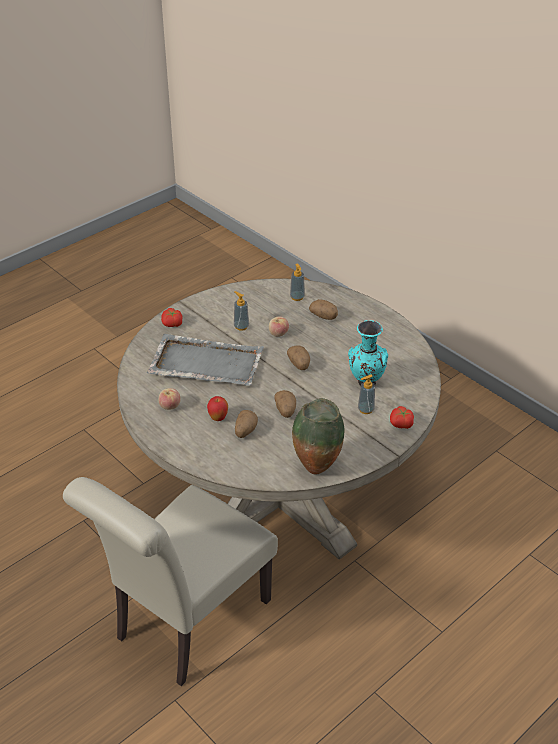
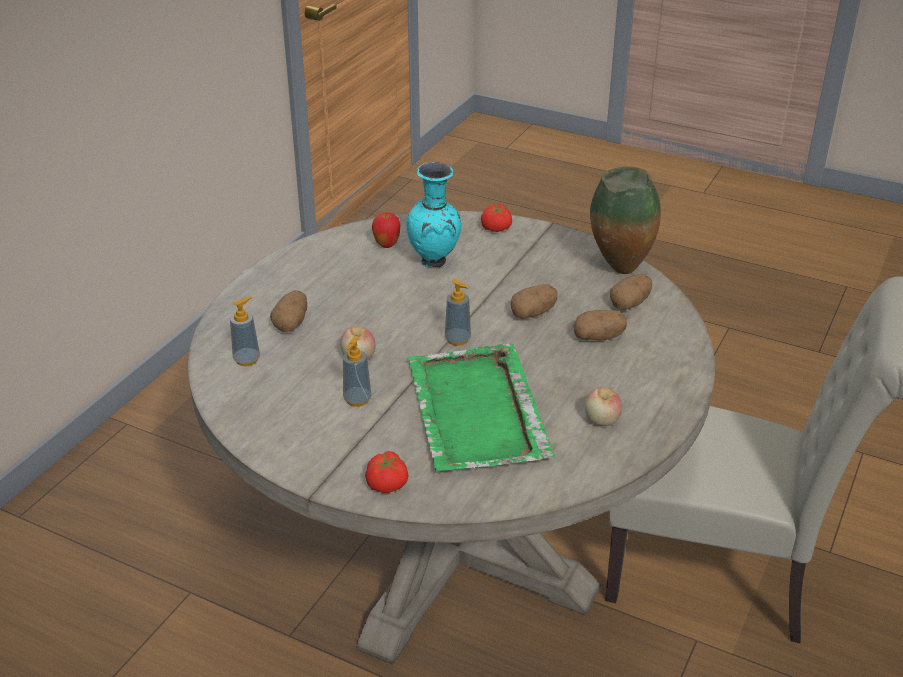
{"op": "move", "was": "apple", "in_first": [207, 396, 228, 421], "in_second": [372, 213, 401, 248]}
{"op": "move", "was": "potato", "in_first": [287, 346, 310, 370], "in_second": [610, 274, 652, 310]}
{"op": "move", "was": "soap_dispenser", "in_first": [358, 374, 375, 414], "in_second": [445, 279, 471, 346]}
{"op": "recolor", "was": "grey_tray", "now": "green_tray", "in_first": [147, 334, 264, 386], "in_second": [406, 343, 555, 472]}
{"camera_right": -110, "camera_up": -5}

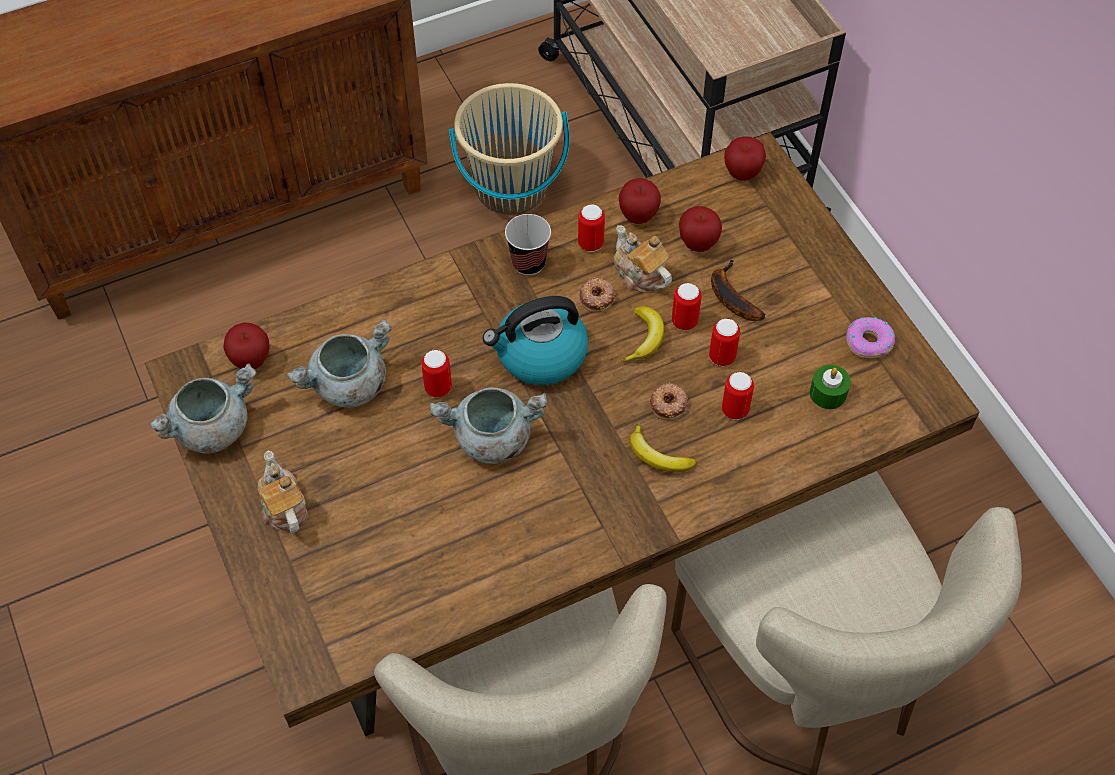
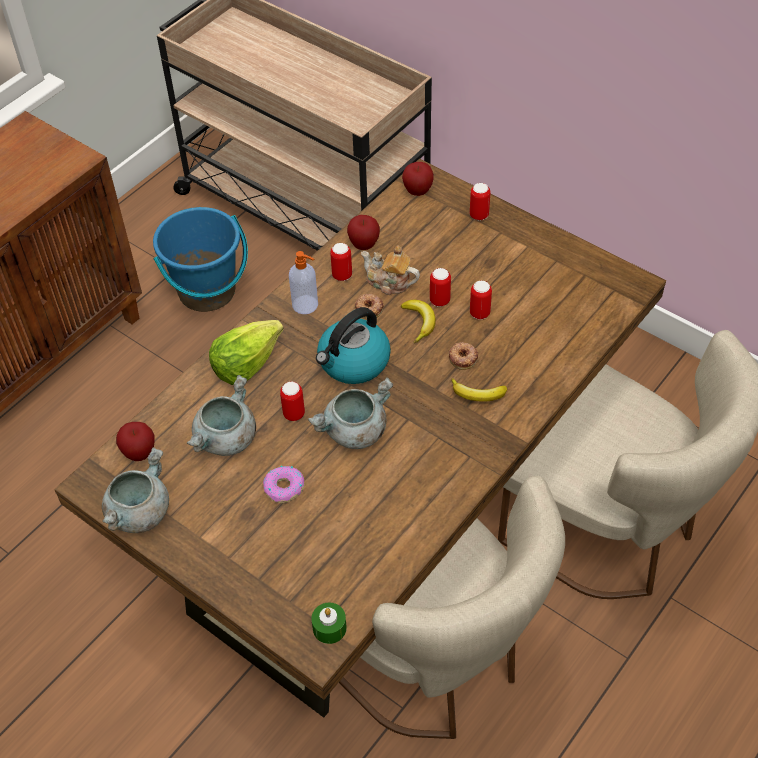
{"op": "delete", "was": "teapot", "in_first": [257, 450, 308, 533]}
{"op": "delete", "was": "apple", "in_first": [679, 206, 722, 252]}
{"op": "delete", "was": "banana", "in_first": [711, 259, 765, 321]}
{"op": "insert", "now": "lettuce", "in_second": [209, 320, 284, 385]}
{"op": "move", "was": "can", "in_first": [722, 372, 754, 420], "in_second": [470, 183, 490, 220]}
{"op": "move", "was": "green_candle", "in_first": [810, 365, 851, 409], "in_second": [311, 603, 347, 644]}
{"op": "move", "was": "donut", "in_first": [846, 317, 895, 358], "in_second": [263, 466, 305, 503]}
{"op": "replace", "was": "cup", "now": "soap_dispenser", "in_first": [505, 214, 551, 276], "in_second": [289, 251, 318, 314]}
{"op": "recolor", "was": "beige_bucket", "now": "blue_bucket", "in_first": [449, 83, 570, 215], "in_second": [153, 207, 248, 312]}
{"camera_right": -25, "camera_up": -5}

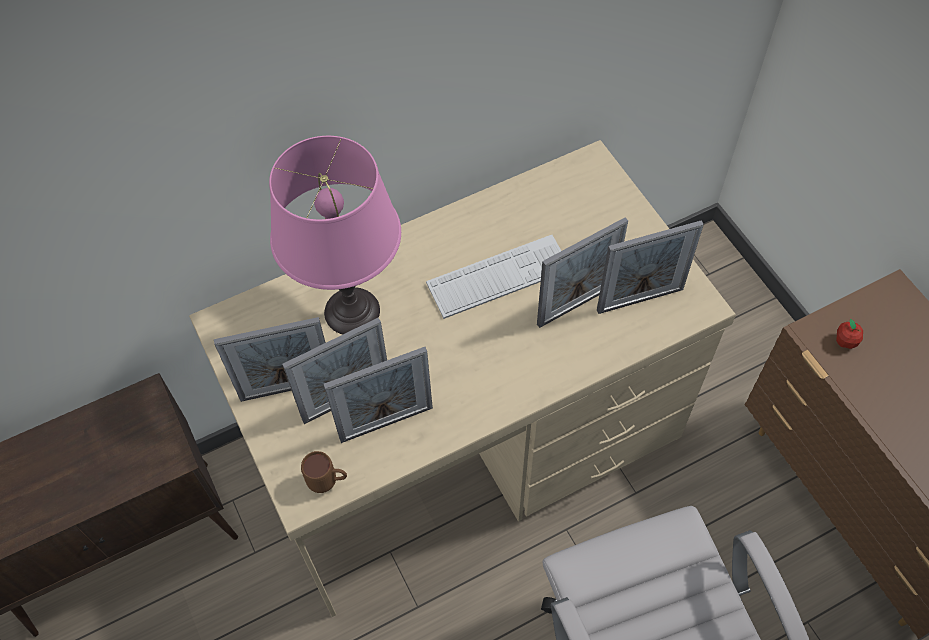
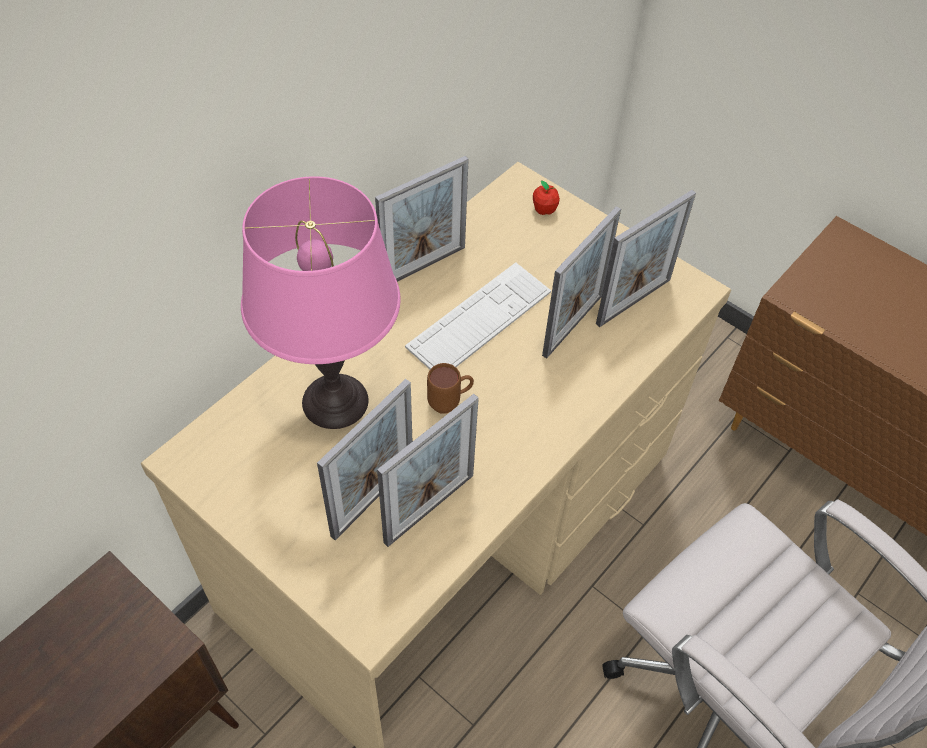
{"op": "move", "was": "picture_frame", "in_first": [214, 317, 326, 402], "in_second": [375, 156, 469, 282]}
{"op": "move", "was": "brown_mug", "in_first": [301, 451, 347, 493], "in_second": [427, 363, 474, 414]}
{"op": "move", "was": "apple", "in_first": [836, 319, 863, 349], "in_second": [533, 180, 560, 215]}
{"camera_right": -25, "camera_up": -5}

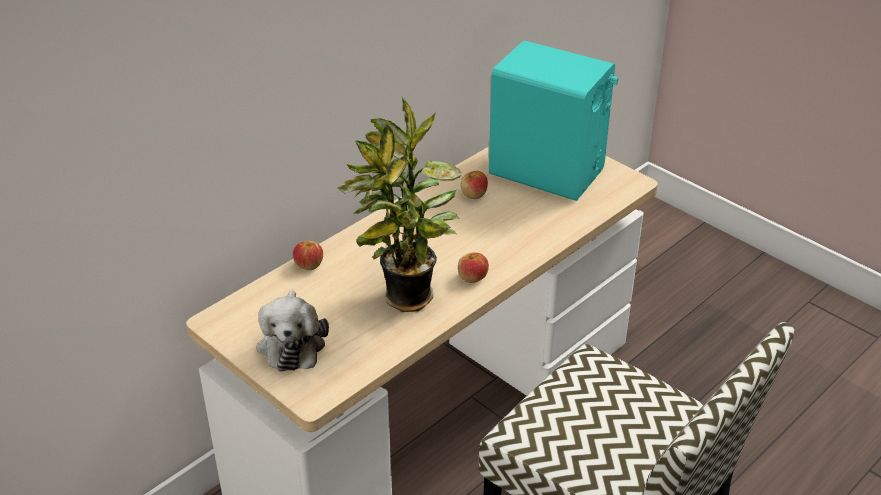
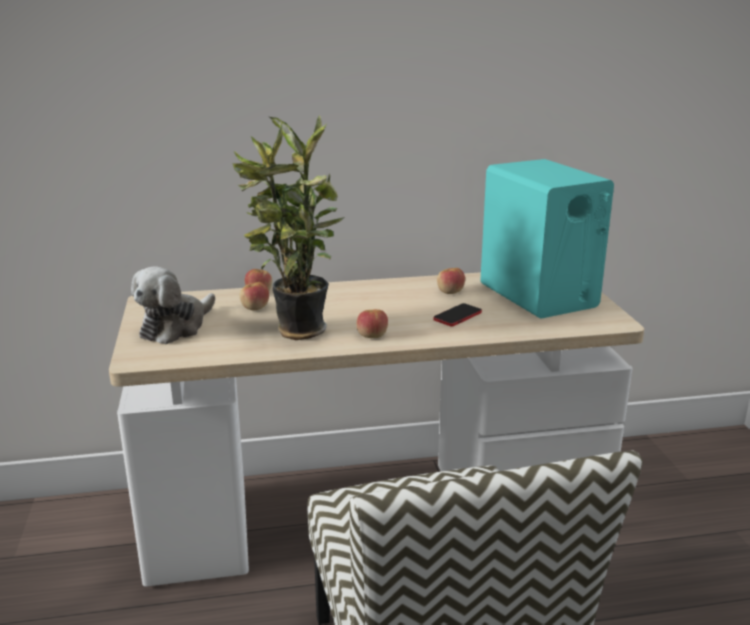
{"op": "insert", "now": "apple", "in_second": [240, 282, 269, 310]}
{"op": "insert", "now": "phone", "in_second": [433, 303, 482, 327]}
{"camera_right": 35, "camera_up": -15}

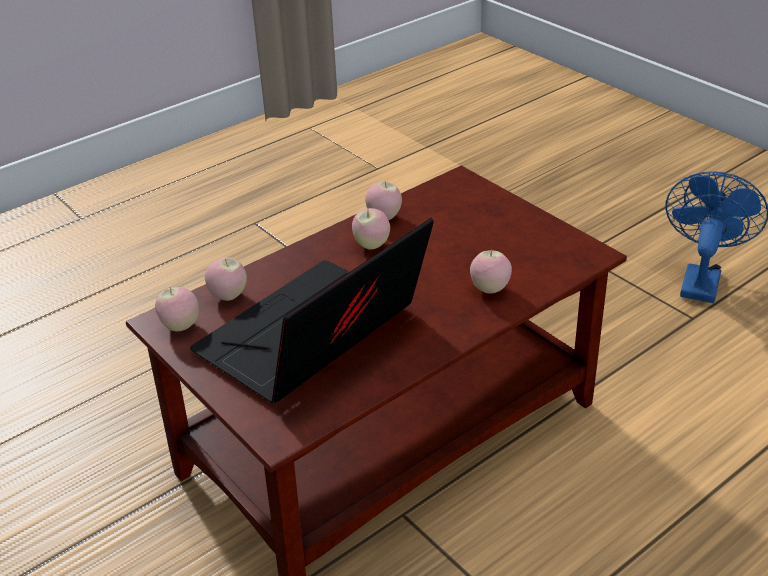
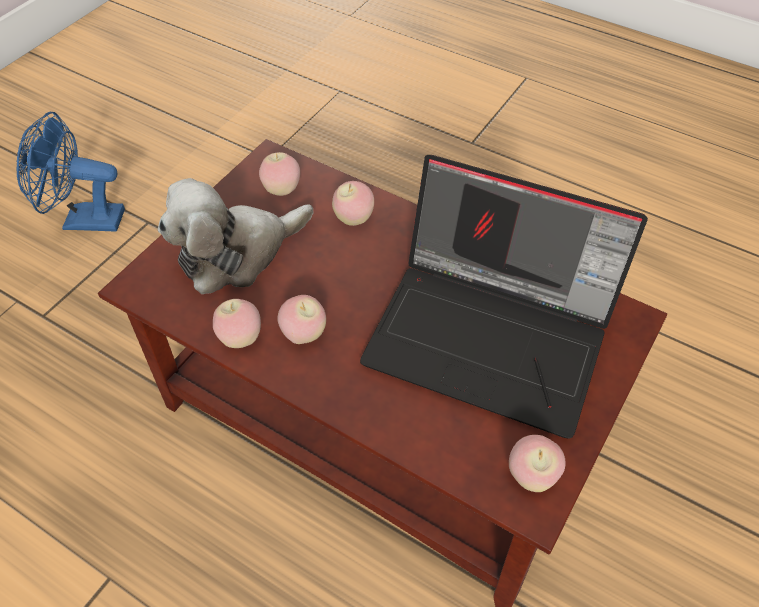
{"op": "insert", "now": "plush_toy", "in_second": [158, 178, 314, 294]}
{"op": "move", "was": "apple", "in_first": [205, 257, 247, 301], "in_second": [259, 152, 300, 196]}
{"camera_right": -110, "camera_up": 15}

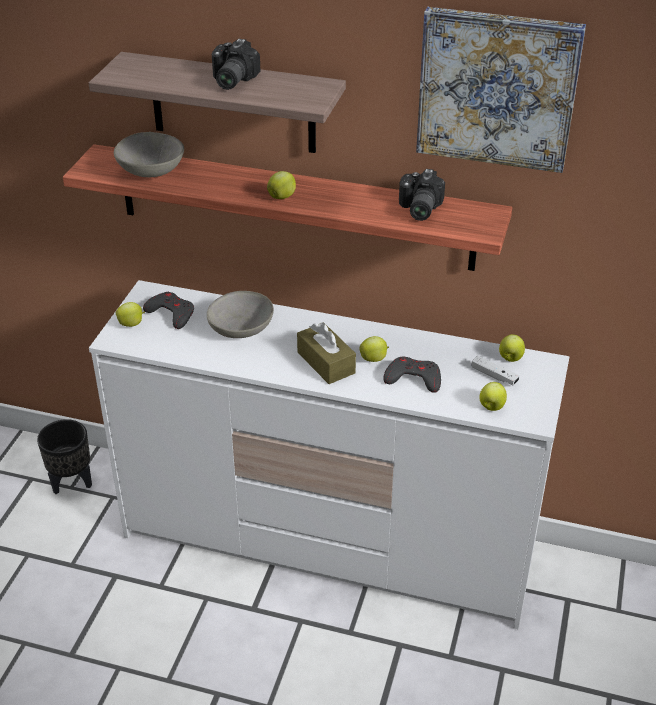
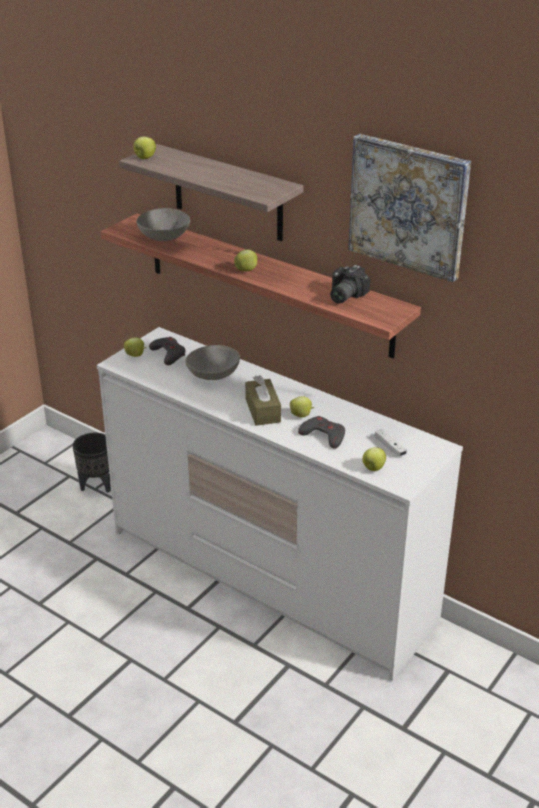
{"op": "delete", "was": "photo_camera", "in_first": [212, 39, 261, 90]}
{"op": "move", "was": "apple", "in_first": [499, 334, 525, 362], "in_second": [134, 137, 156, 159]}
{"camera_right": 20, "camera_up": -5}

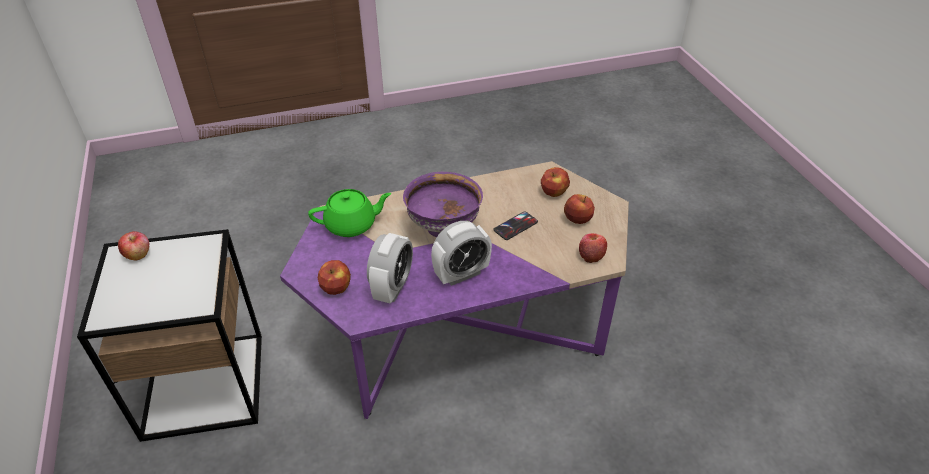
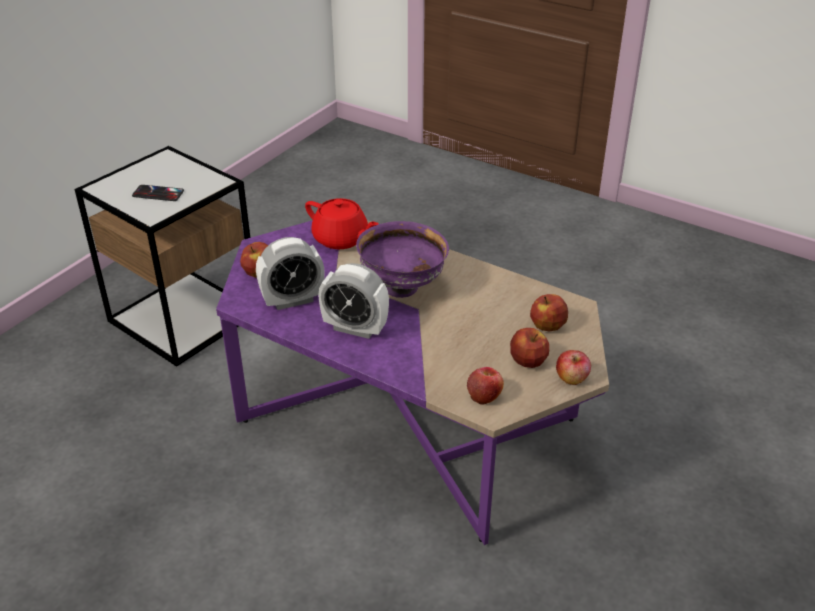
{"op": "move", "was": "apple", "in_first": [118, 231, 150, 260], "in_second": [556, 350, 591, 385]}
{"op": "move", "was": "phone", "in_first": [493, 211, 538, 240], "in_second": [132, 185, 184, 201]}
{"op": "recolor", "was": "green_teapot", "now": "red_teapot", "in_first": [308, 189, 392, 237], "in_second": [305, 198, 379, 249]}
{"camera_right": 50, "camera_up": -5}

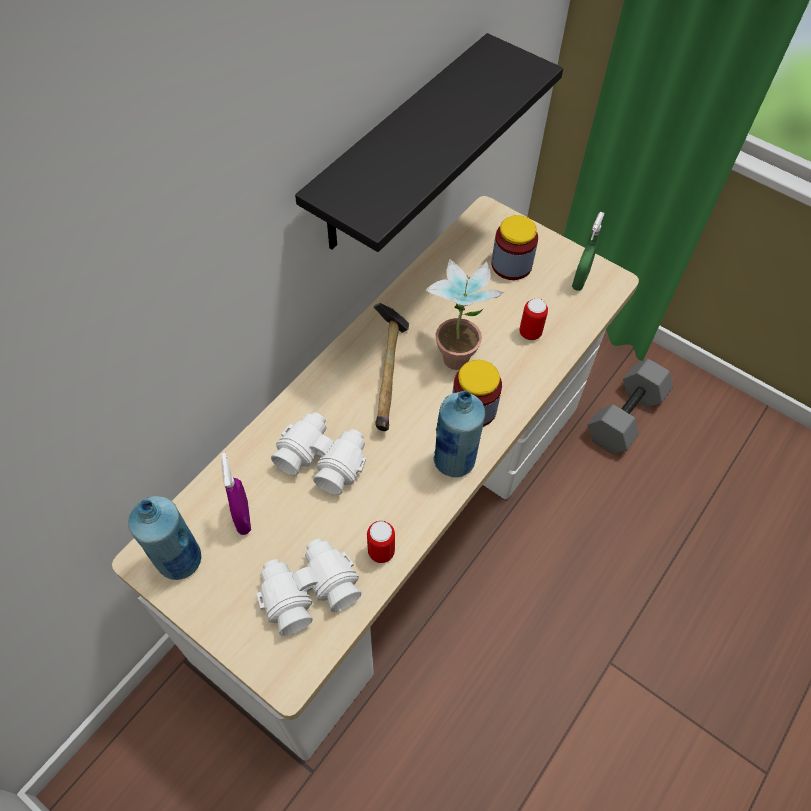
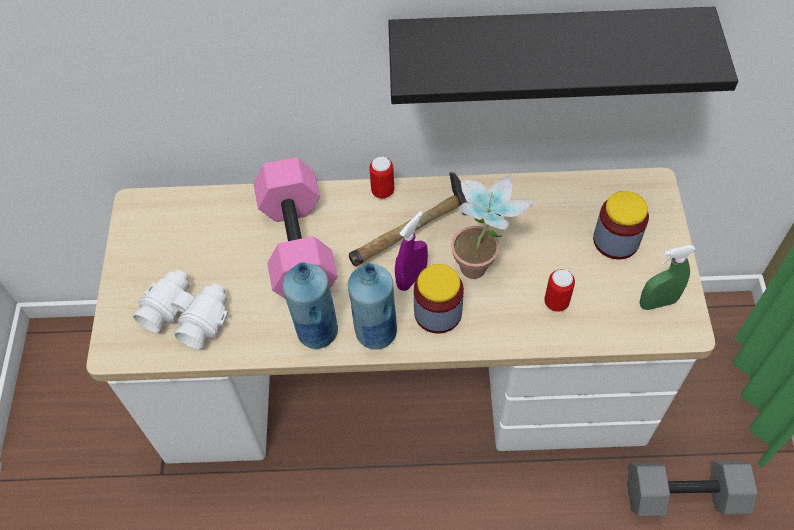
{"op": "move", "was": "blue_bottle", "in_first": [128, 496, 201, 580], "in_second": [283, 262, 338, 349]}
{"op": "move", "was": "purple_spray_bottle", "in_first": [221, 452, 251, 535], "in_second": [395, 211, 428, 291]}
{"op": "move", "was": "can", "in_first": [367, 521, 395, 563], "in_second": [369, 156, 394, 199]}
{"op": "replace", "was": "white_binoculars", "now": "pink_dumbbell", "in_first": [271, 412, 366, 495], "in_second": [254, 157, 338, 299]}
{"camera_right": 55, "camera_up": 0}

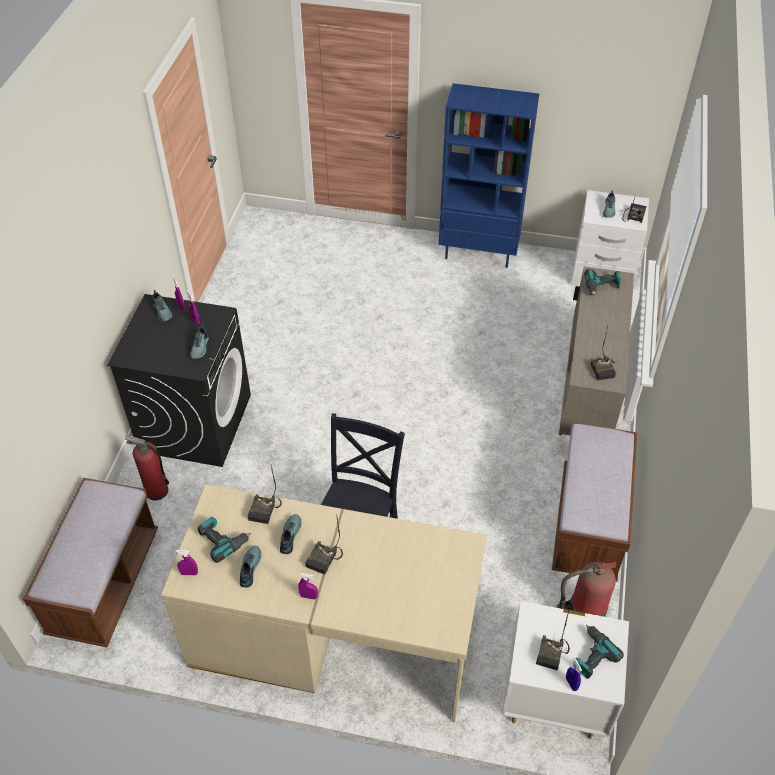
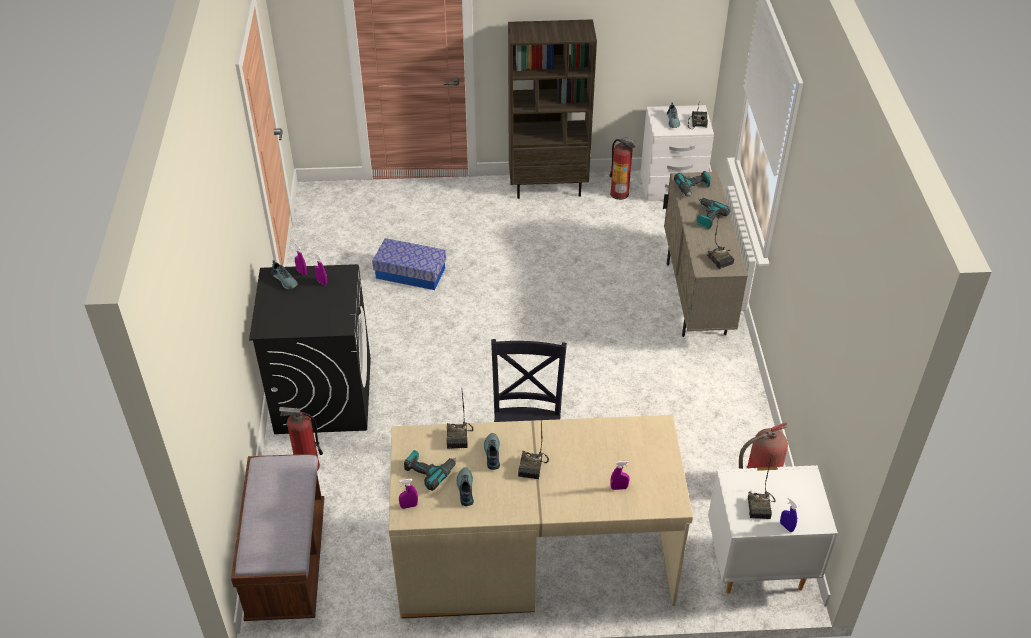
{"op": "delete", "was": "shoe", "in_first": [190, 324, 209, 359]}
{"op": "delete", "was": "brown_bench", "in_first": [552, 422, 637, 582]}
{"op": "insert", "now": "storage_box", "in_second": [372, 238, 446, 290]}
{"op": "insert", "now": "fire_extinguisher", "in_second": [609, 137, 636, 200]}
{"op": "move", "was": "purple_spray_bottle", "in_first": [298, 573, 318, 599], "in_second": [610, 461, 630, 490]}
{"op": "move", "was": "power_drill", "in_first": [574, 625, 624, 679], "in_second": [697, 198, 731, 229]}
{"op": "recolor", "was": "blue_bookcase", "now": "brown_bookcase", "in_first": [439, 83, 539, 268], "in_second": [508, 19, 597, 199]}
{"camera_right": -15, "camera_up": -5}

